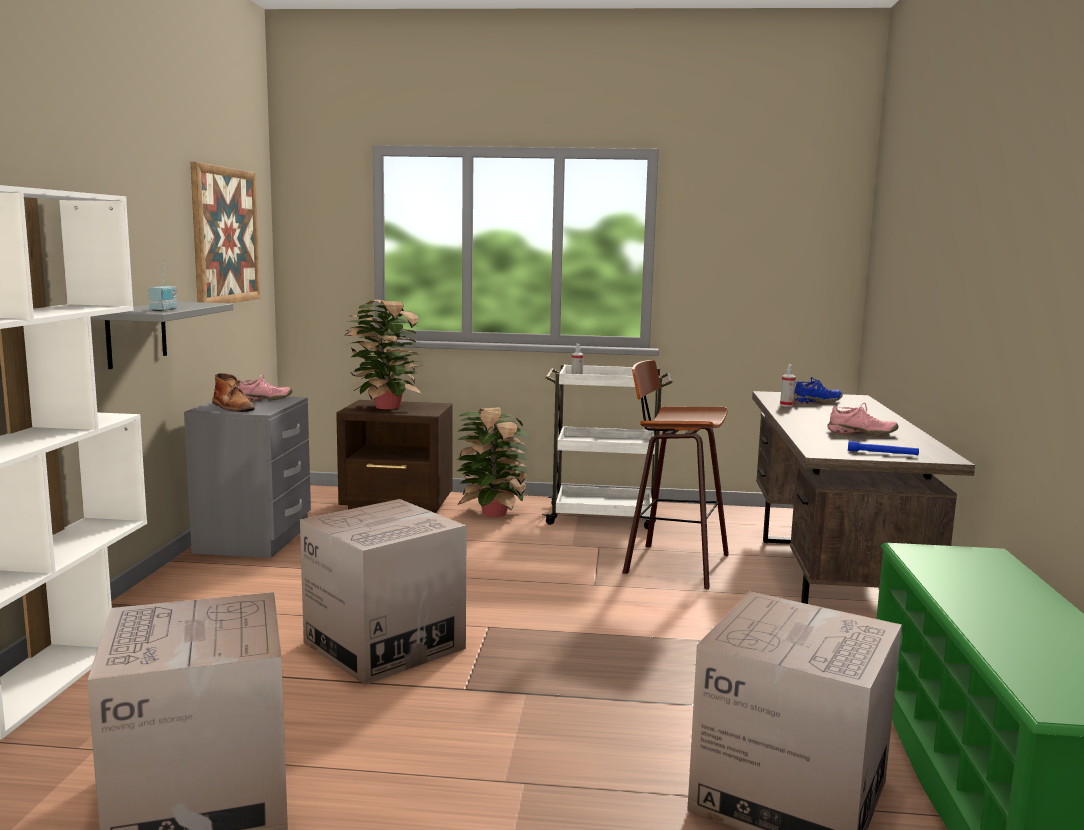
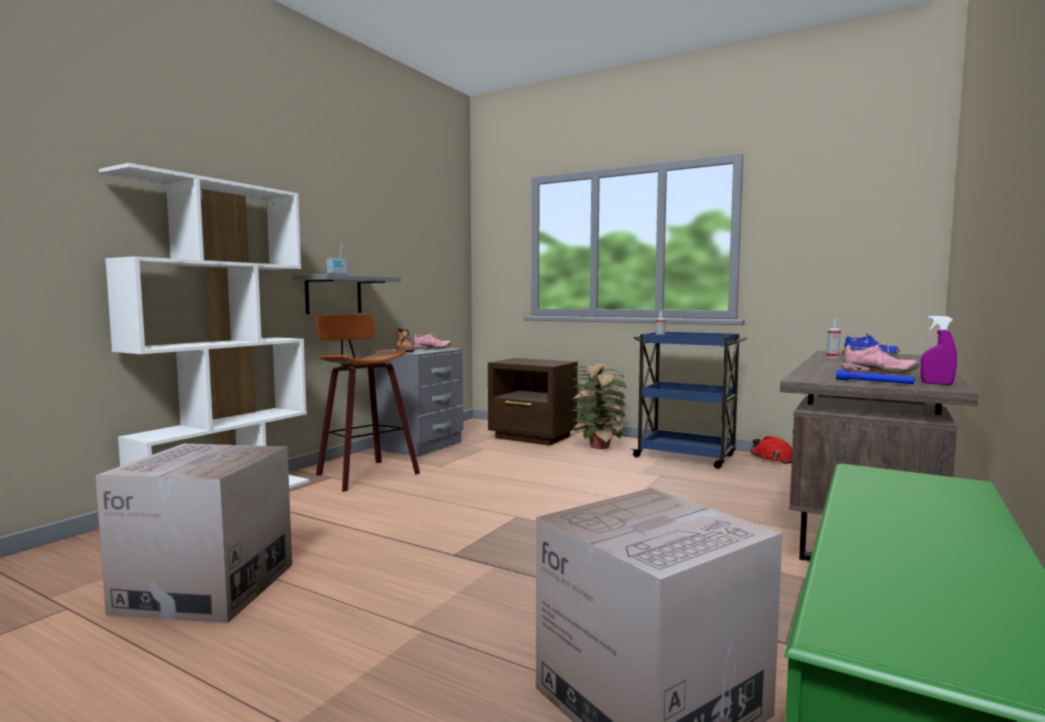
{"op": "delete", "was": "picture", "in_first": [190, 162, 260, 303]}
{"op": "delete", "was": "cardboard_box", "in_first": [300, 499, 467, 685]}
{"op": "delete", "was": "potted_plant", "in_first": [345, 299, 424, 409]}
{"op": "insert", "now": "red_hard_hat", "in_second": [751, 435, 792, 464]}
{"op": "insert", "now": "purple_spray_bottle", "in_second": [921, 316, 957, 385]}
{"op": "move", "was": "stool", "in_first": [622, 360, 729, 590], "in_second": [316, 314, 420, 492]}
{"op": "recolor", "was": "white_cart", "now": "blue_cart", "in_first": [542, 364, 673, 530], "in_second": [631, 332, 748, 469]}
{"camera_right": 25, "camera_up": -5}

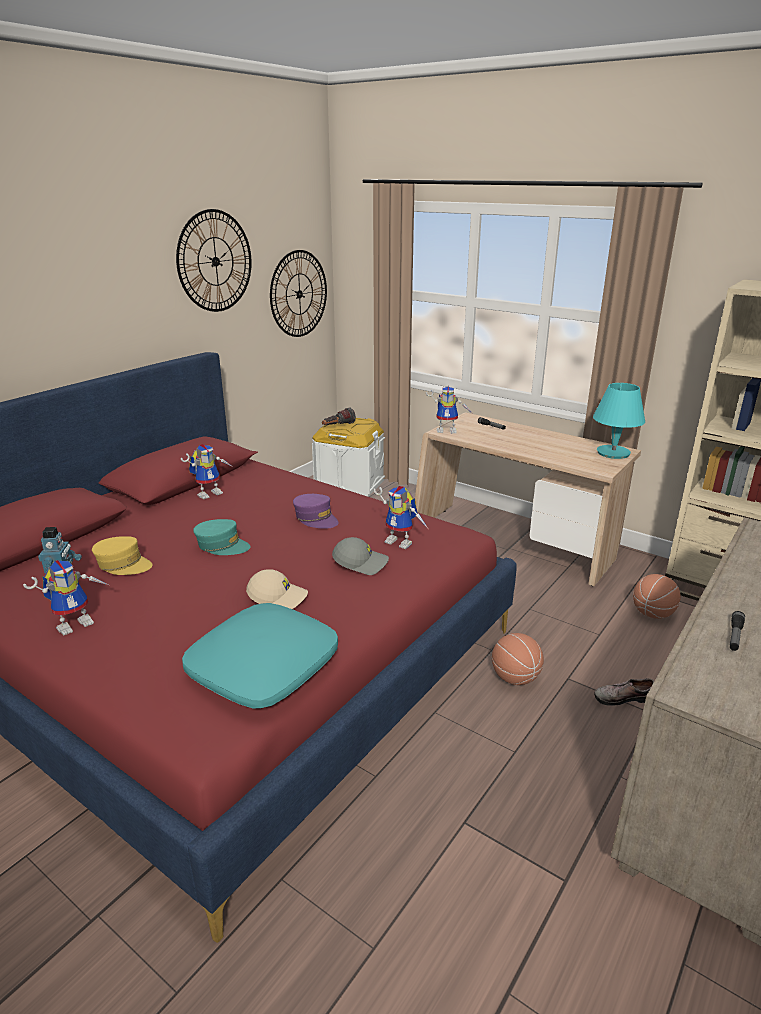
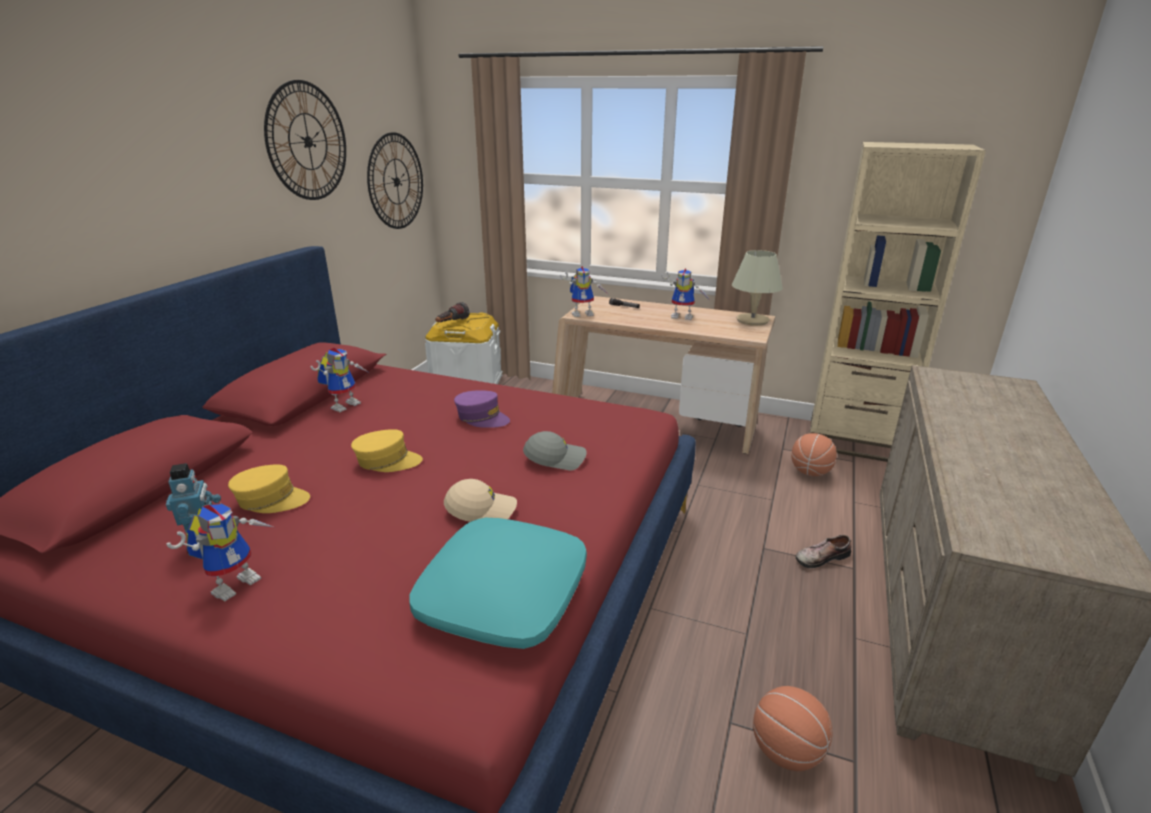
{"op": "delete", "was": "flashlight", "in_first": [730, 611, 745, 651]}
{"op": "move", "was": "toy_robot", "in_first": [373, 486, 428, 549], "in_second": [661, 268, 710, 320]}
{"op": "move", "was": "basketball", "in_first": [492, 633, 544, 685], "in_second": [753, 686, 832, 771]}
{"op": "recolor", "was": "turquoise_cap", "now": "yellow_cap", "in_first": [193, 519, 251, 555], "in_second": [351, 429, 423, 472]}
{"op": "recolor", "was": "turquoise_table_lamp", "now": "beige_table_lamp", "in_first": [593, 383, 645, 459], "in_second": [732, 250, 783, 326]}
{"camera_right": -15, "camera_up": 0}

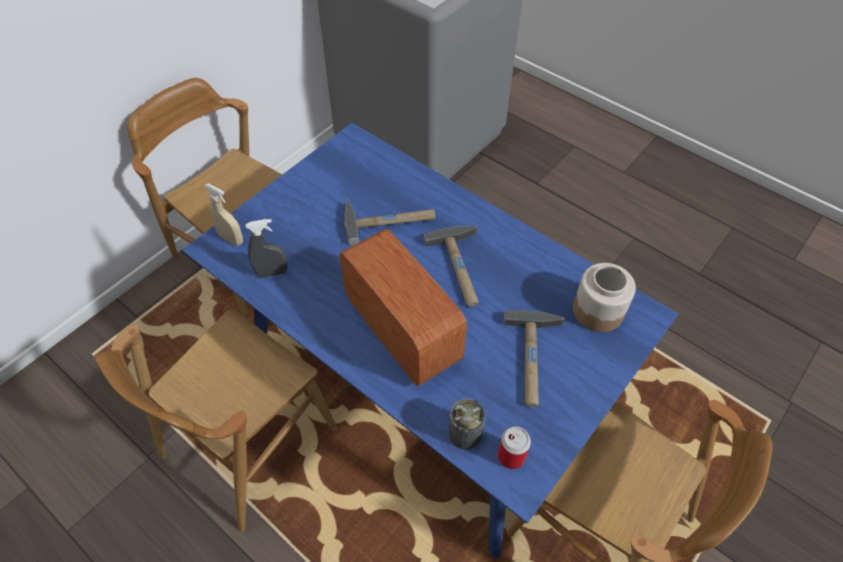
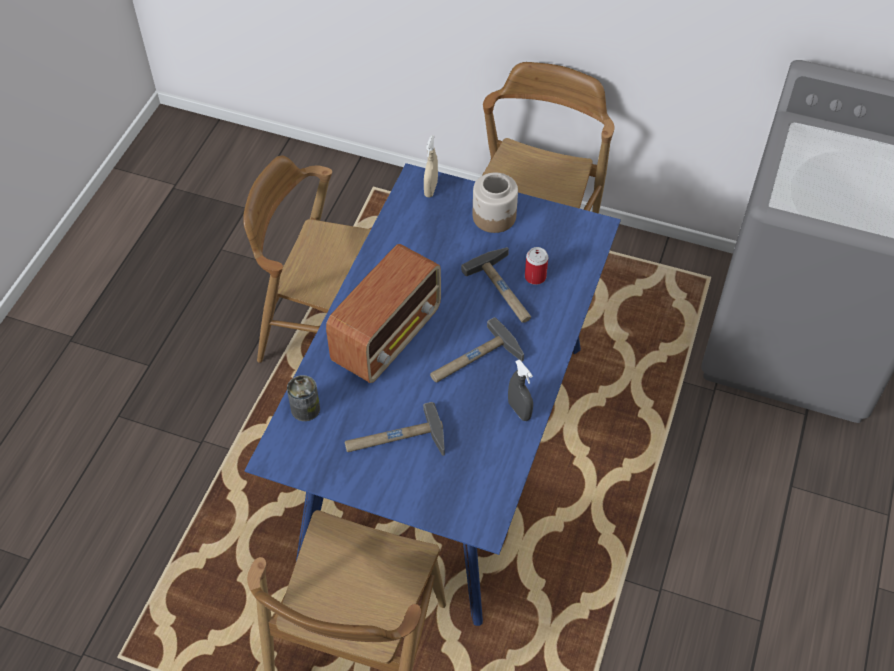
{"op": "move", "was": "grey_spray_bottle", "in_first": [246, 219, 287, 278], "in_second": [508, 360, 533, 421]}
{"op": "move", "was": "can", "in_first": [498, 426, 531, 469], "in_second": [525, 247, 548, 285]}
{"op": "move", "was": "jar", "in_first": [573, 263, 636, 332], "in_second": [473, 173, 518, 233]}
{"camera_right": 70, "camera_up": 0}

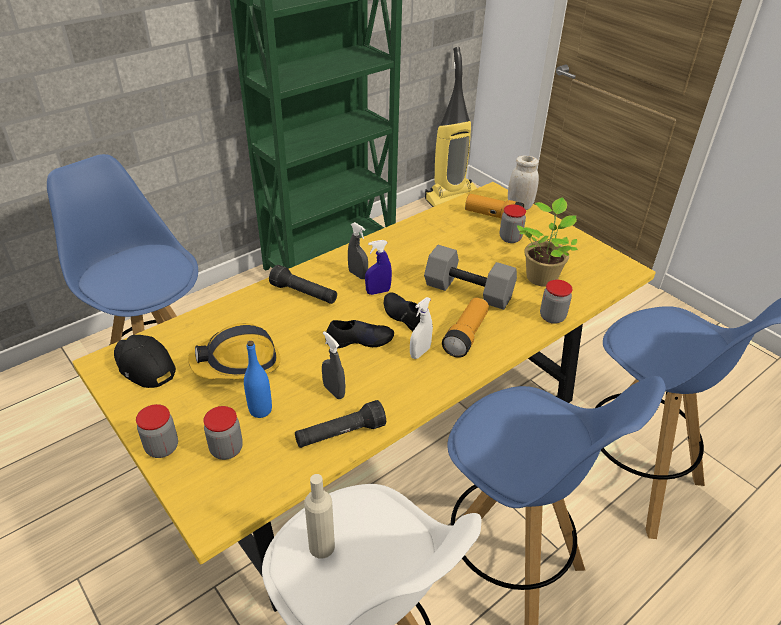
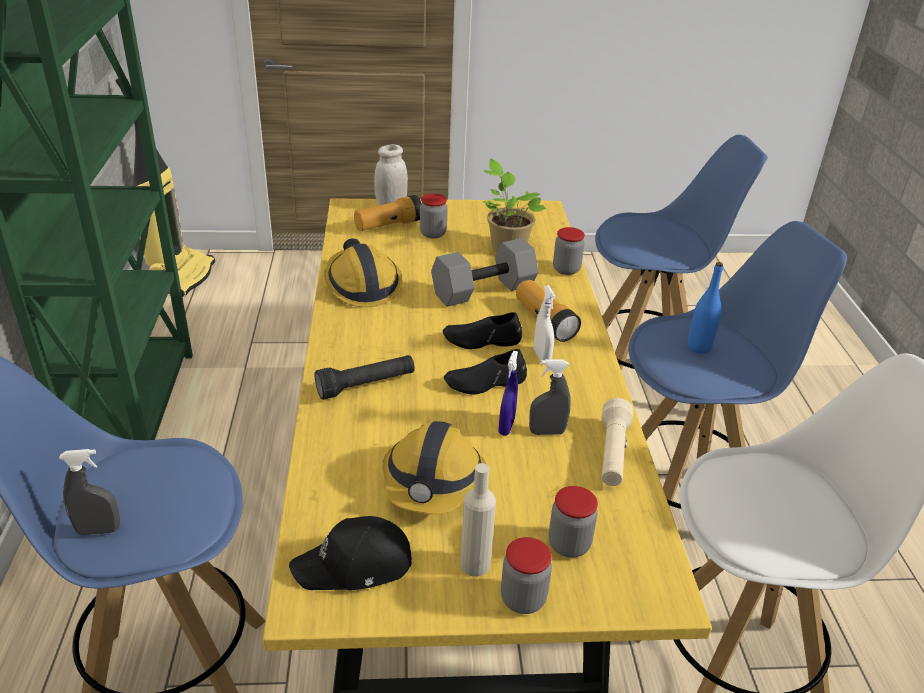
{"op": "insert", "now": "hard_hat", "in_second": [324, 238, 403, 307]}
{"op": "move", "was": "blue_bottle", "in_first": [244, 341, 272, 418], "in_second": [688, 262, 723, 354]}
{"op": "move", "was": "beige_bottle", "in_first": [304, 474, 335, 558], "in_second": [460, 463, 496, 577]}
{"op": "move", "was": "grey_spray_bottle", "in_first": [348, 222, 368, 279], "in_second": [59, 449, 120, 535]}
{"op": "move", "was": "blue_spray_bottle", "in_first": [365, 240, 392, 295], "in_second": [499, 351, 518, 435]}
{"op": "recolor", "was": "black_flashlight", "now": "beige_flashlight", "in_first": [295, 400, 386, 448], "in_second": [601, 398, 633, 486]}
{"op": "rotate", "was": "black_shoe", "in_first": [325, 320, 394, 348], "in_second": [444, 349, 527, 395], "clockwise": -135}
{"camera_right": -55, "camera_up": -5}

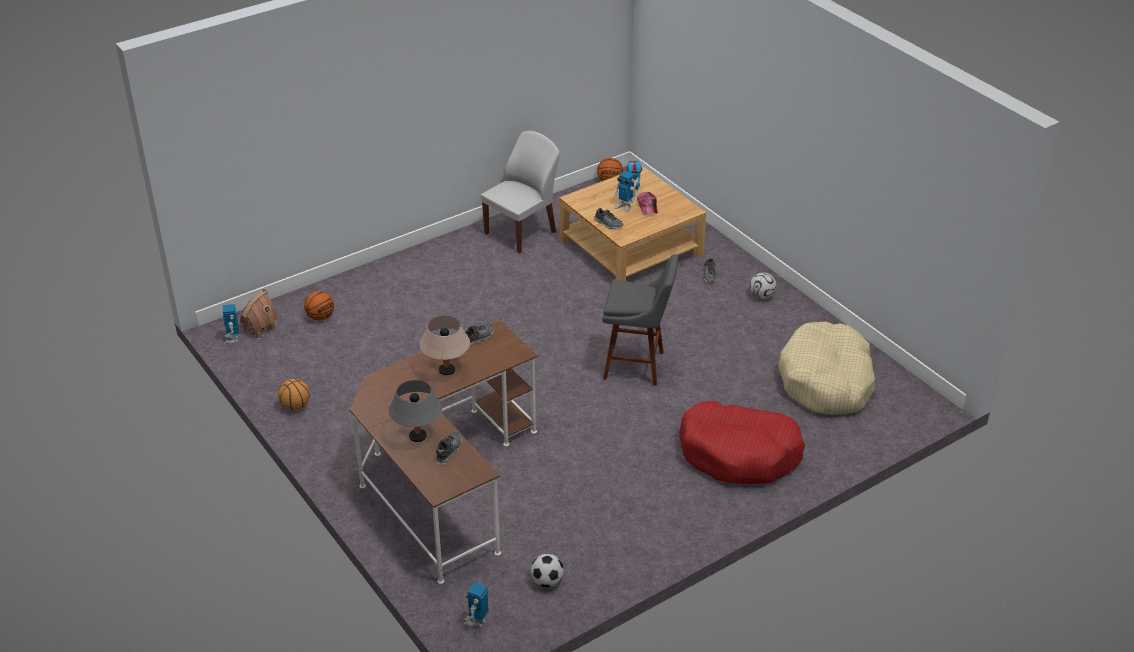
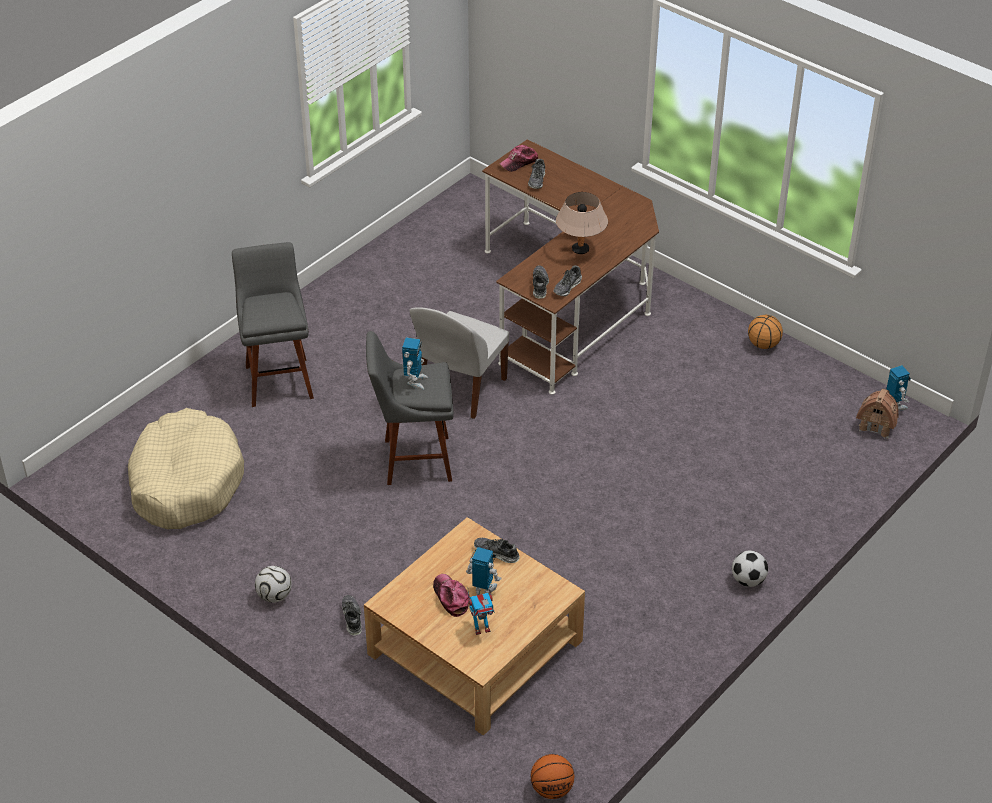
{"op": "delete", "was": "basketball", "in_first": [304, 291, 334, 321]}
{"op": "delete", "was": "grey_table_lamp", "in_first": [389, 380, 442, 442]}
{"op": "insert", "now": "cap", "in_second": [499, 145, 539, 172]}
{"op": "insert", "now": "shoe", "in_second": [533, 266, 549, 299]}
{"op": "move", "was": "toy_robot", "in_first": [464, 582, 488, 627], "in_second": [402, 338, 428, 390]}
{"op": "move", "was": "white_chair", "in_first": [481, 131, 560, 253], "in_second": [409, 307, 509, 419]}
{"op": "move", "was": "football", "in_first": [531, 554, 564, 587], "in_second": [732, 550, 768, 587]}
{"op": "replace", "was": "red_dog_bed", "now": "grey_stool", "in_first": [679, 401, 805, 484], "in_second": [232, 242, 314, 407]}
{"camera_right": 165, "camera_up": 5}

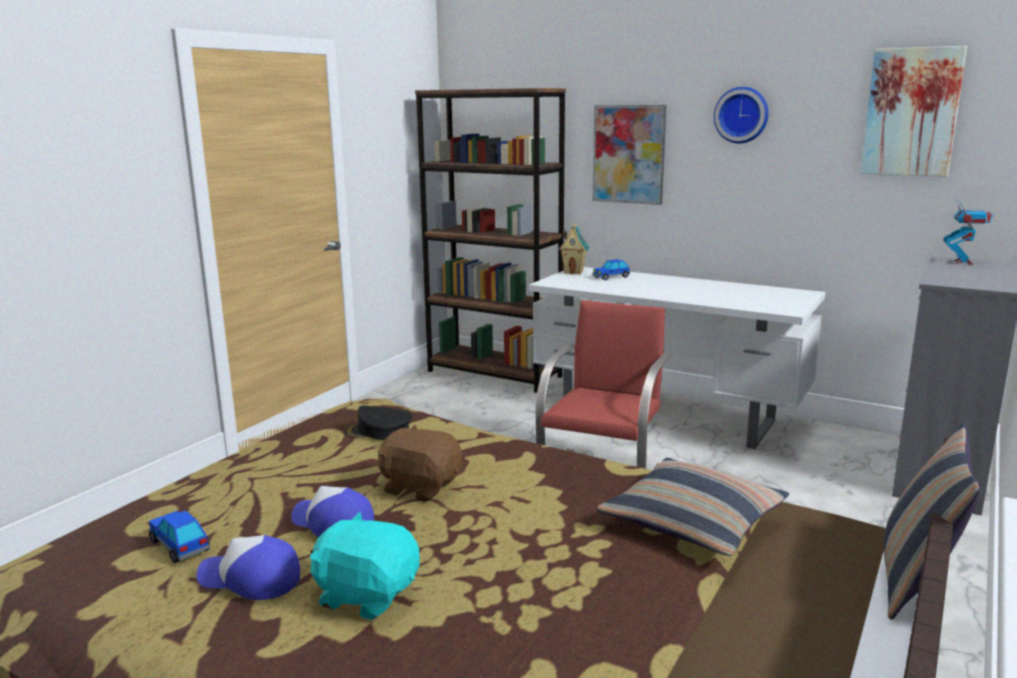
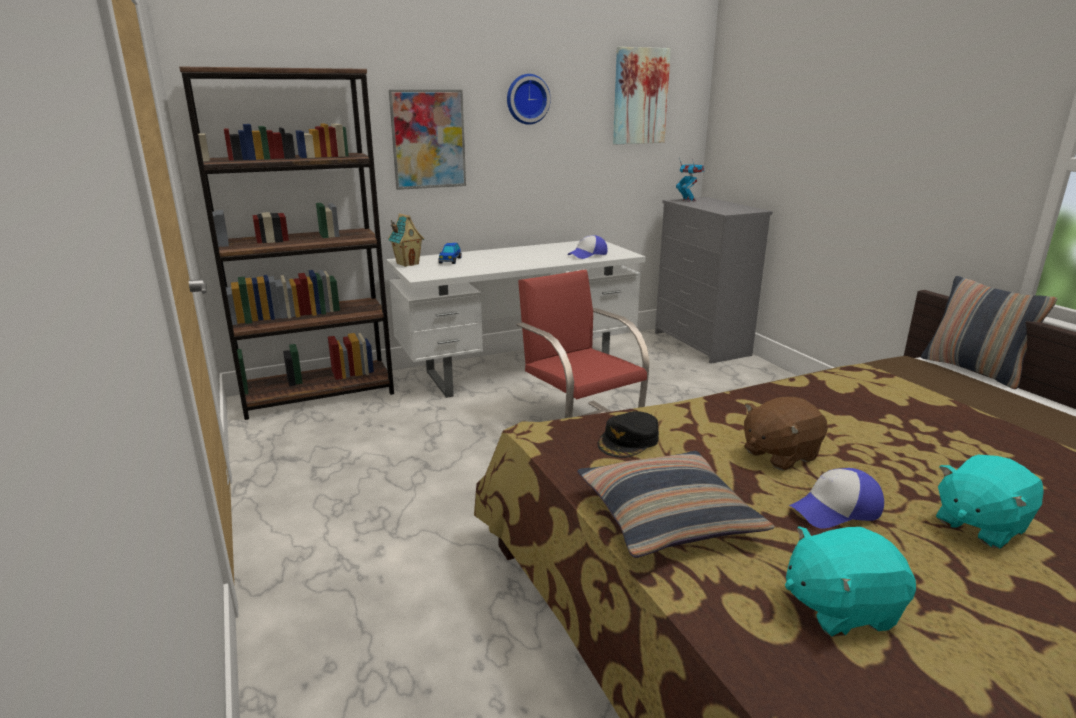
{"op": "move", "was": "cap", "in_first": [196, 535, 300, 600], "in_second": [567, 235, 608, 259]}
{"op": "move", "was": "pillow", "in_first": [596, 458, 789, 556], "in_second": [577, 451, 775, 558]}
{"op": "replace", "was": "toy_car", "now": "turquoise_plush_toy", "in_first": [149, 510, 210, 563], "in_second": [785, 526, 916, 637]}
{"camera_right": -55, "camera_up": 5}

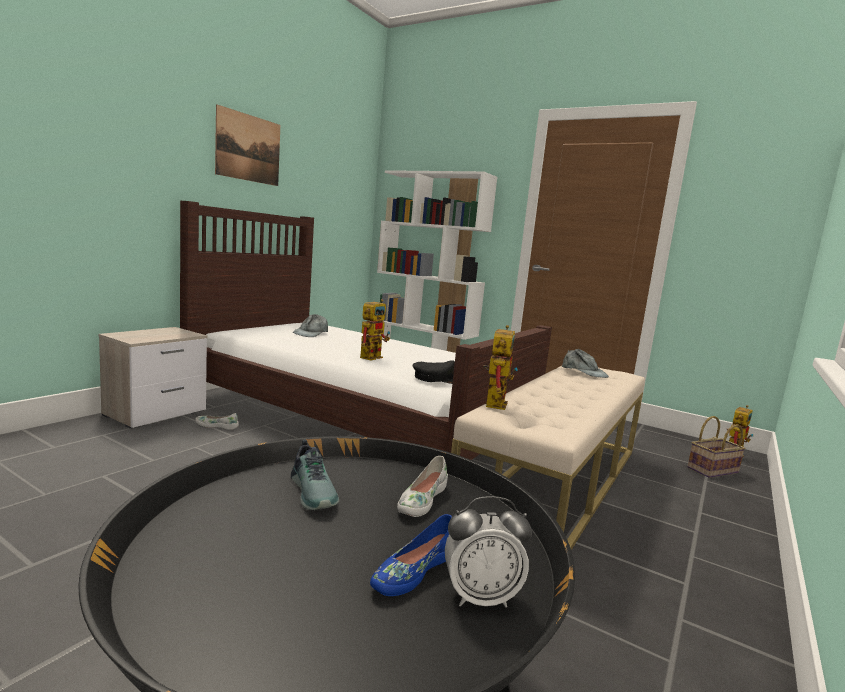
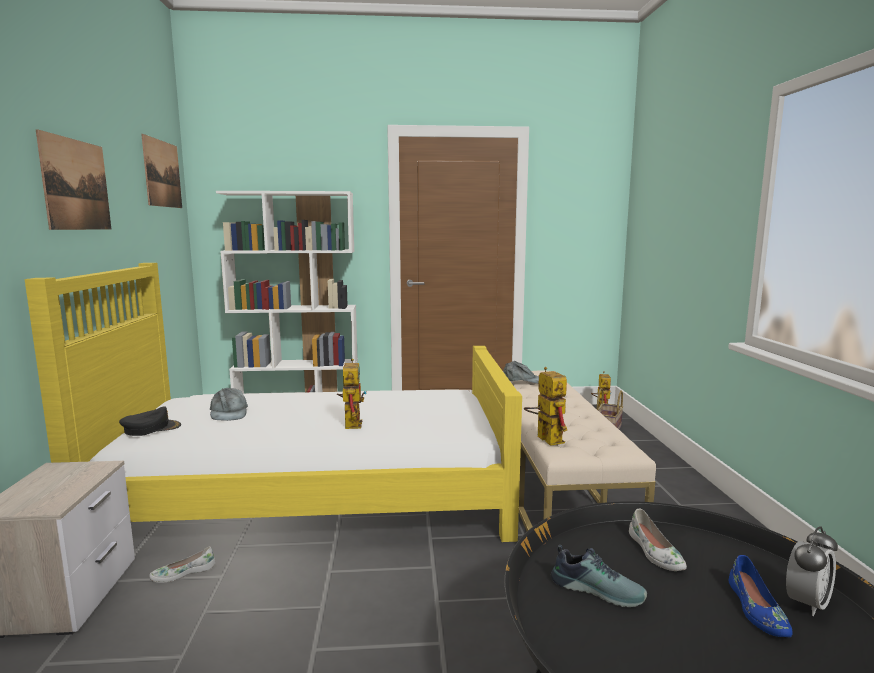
{"op": "insert", "now": "picture", "in_second": [141, 134, 182, 208]}
{"op": "move", "was": "black_cap", "in_first": [413, 360, 455, 384], "in_second": [119, 407, 181, 436]}
{"op": "recolor", "was": "brown_bed", "now": "yellow_bed", "in_first": [180, 201, 552, 460], "in_second": [25, 263, 522, 542]}
{"camera_right": -35, "camera_up": 0}

